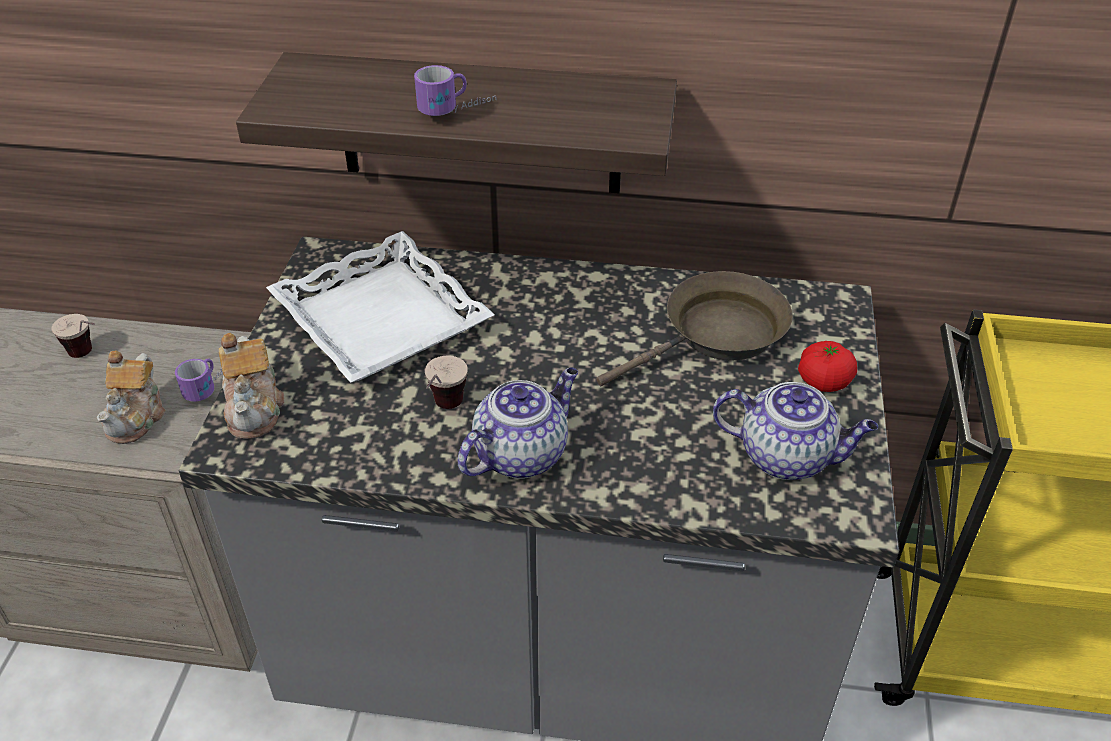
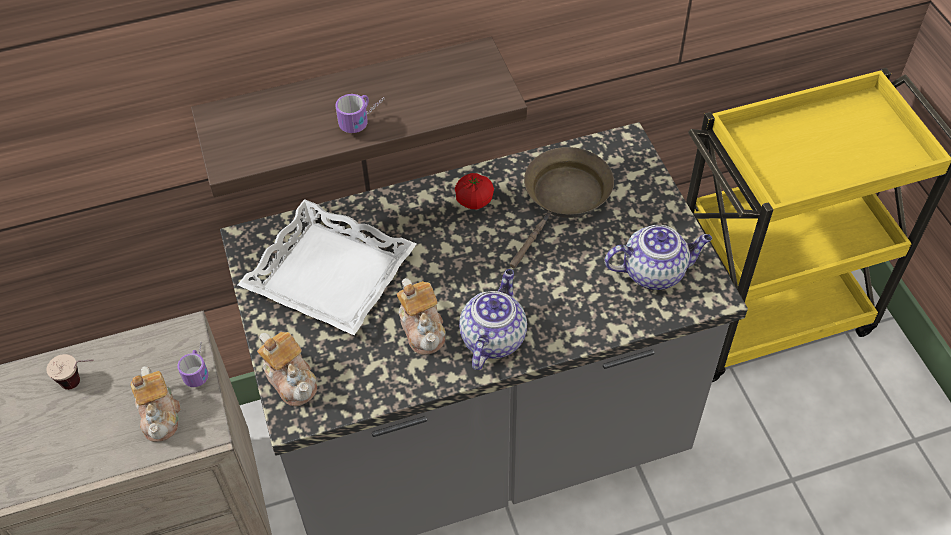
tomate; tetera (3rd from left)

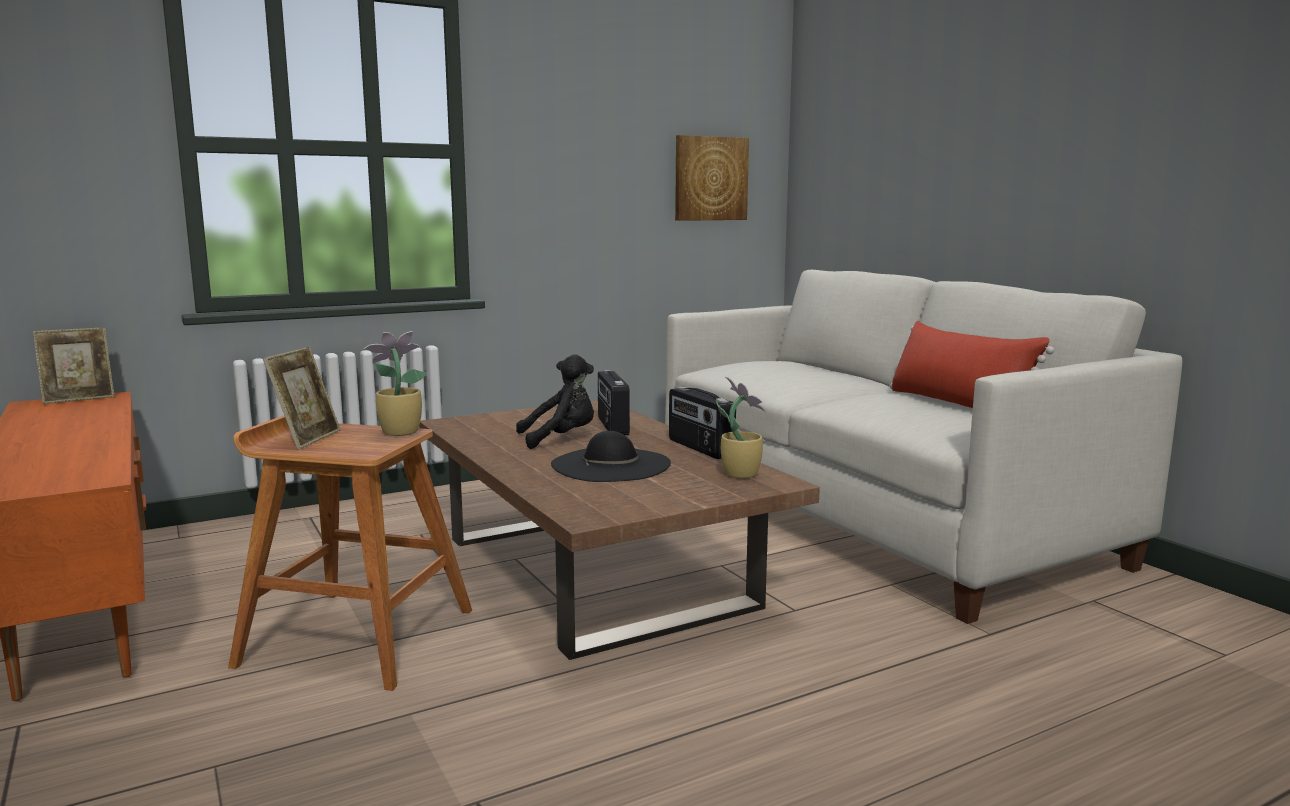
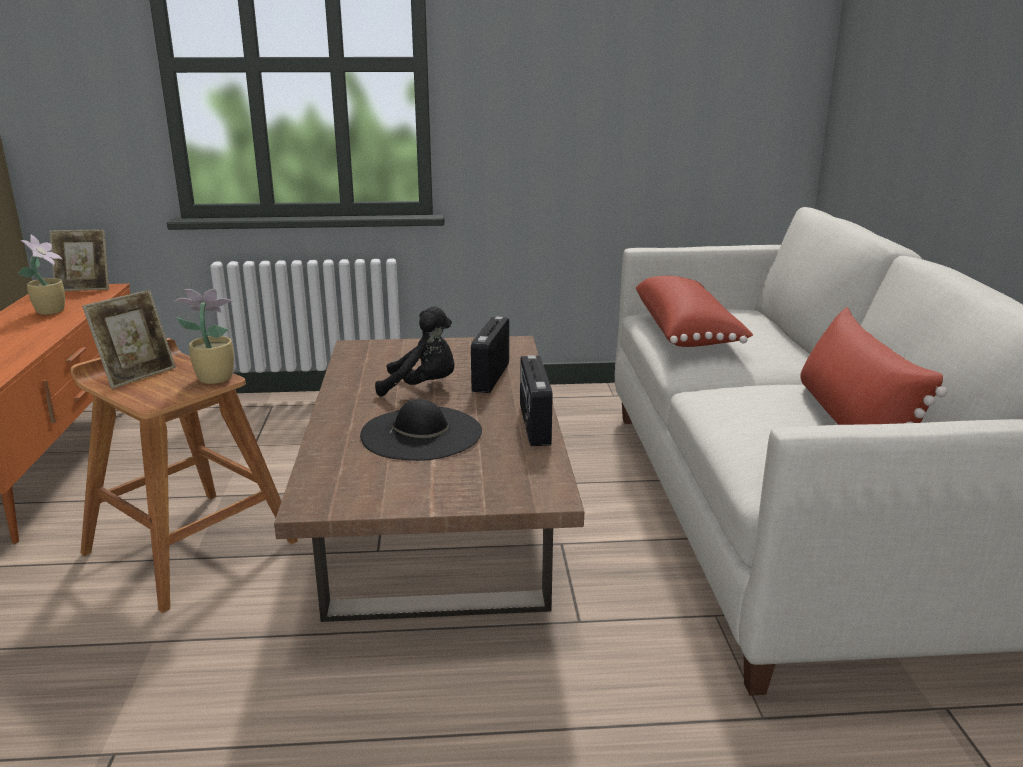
cuadro; cojín [rojo] (1st from left); planta en maceta (1st from left)

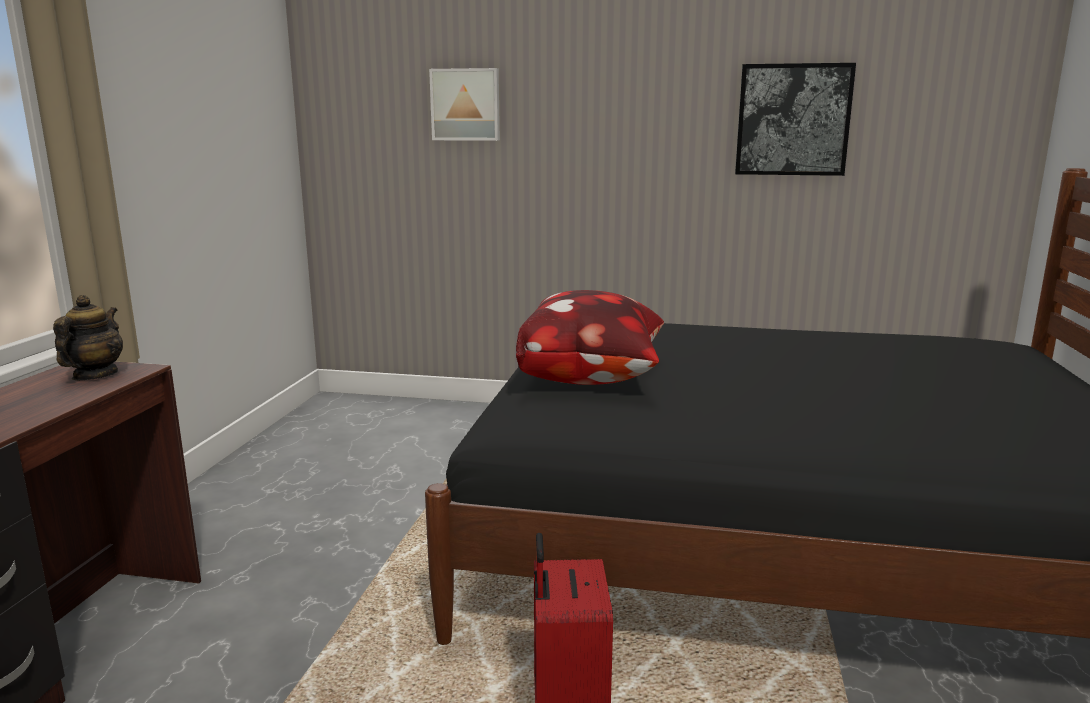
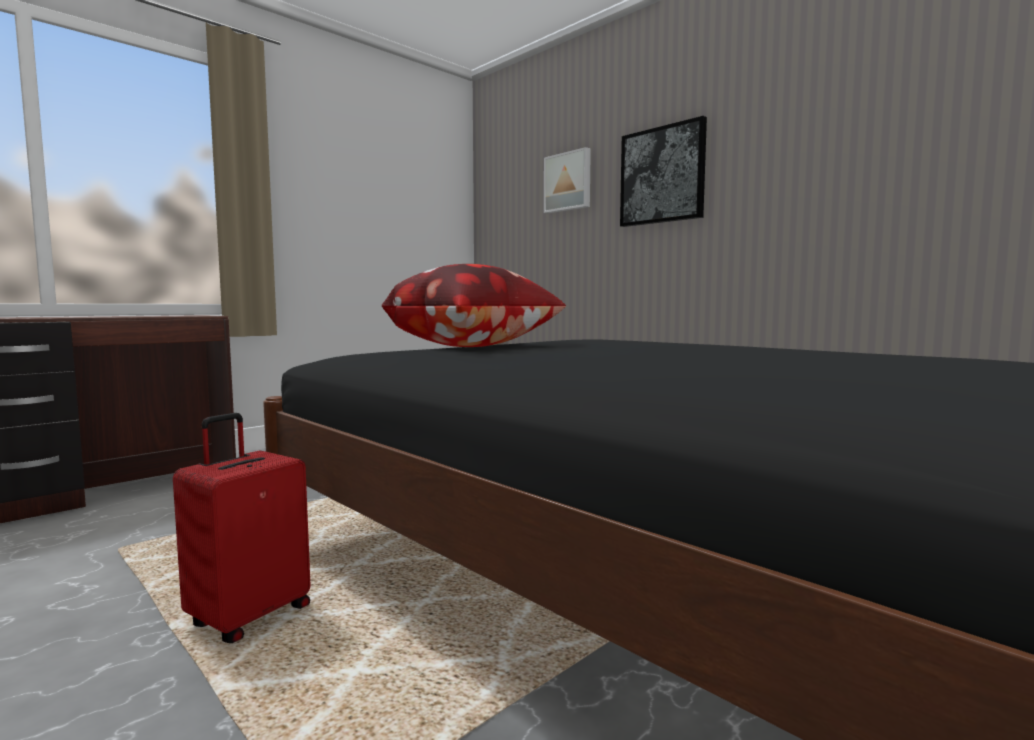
tetera; cuadro (2nd from left)

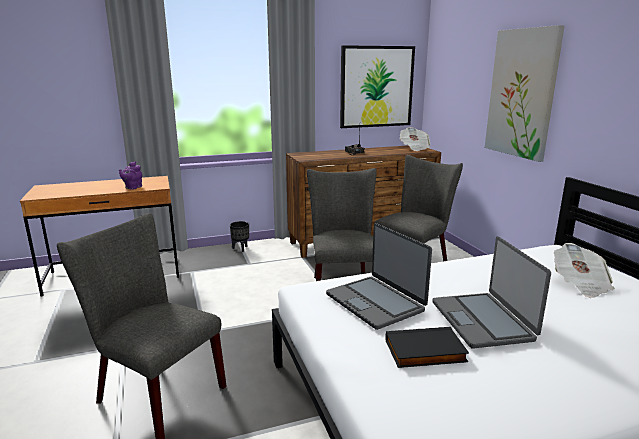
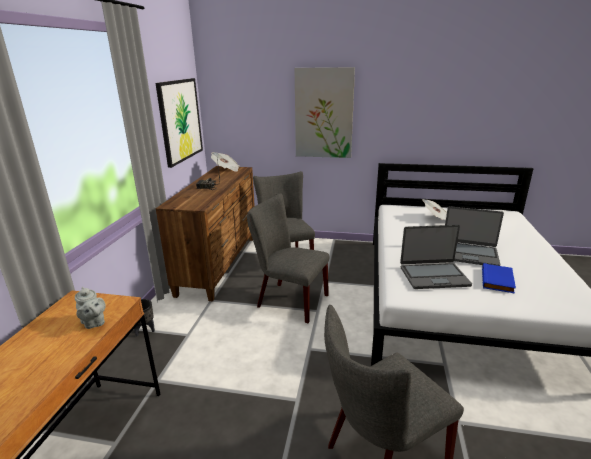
tetera [gris]; libro [azul]

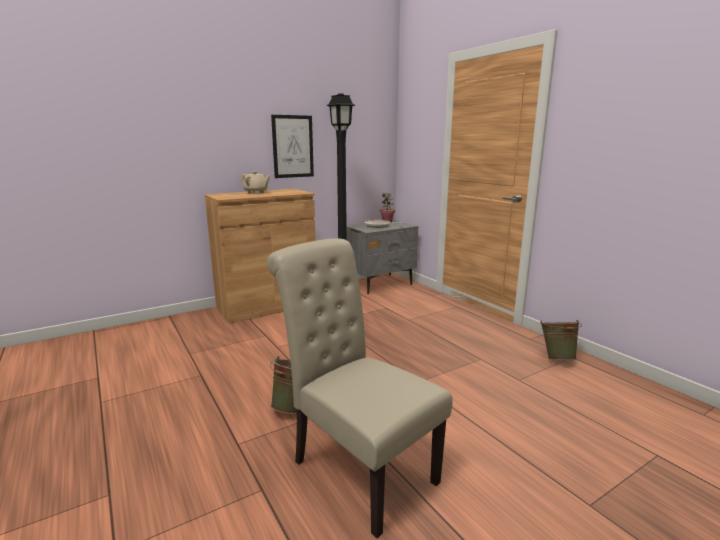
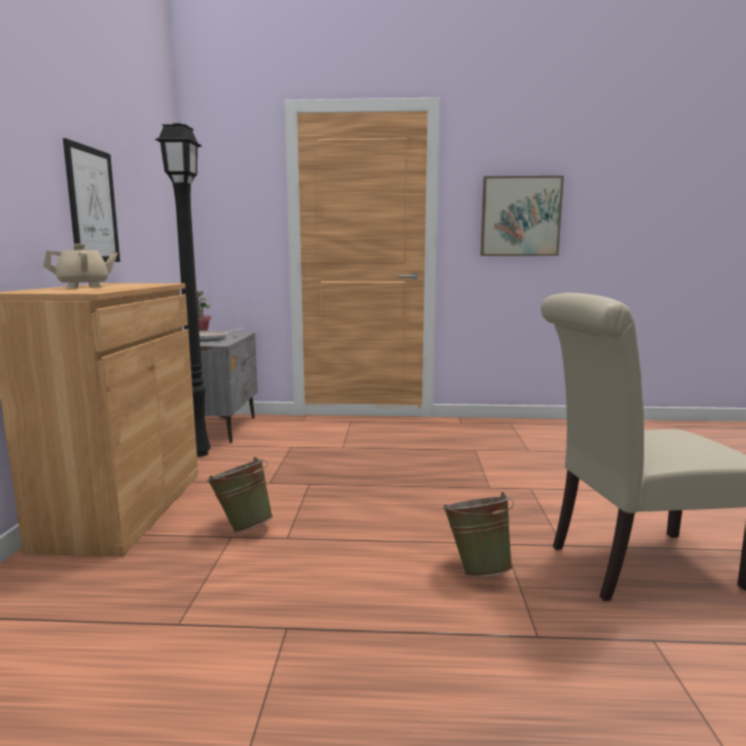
cuadro (2nd from left); cubo [verde] (1st from left)

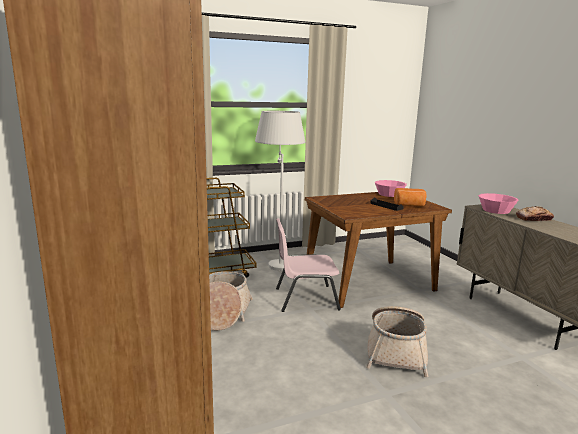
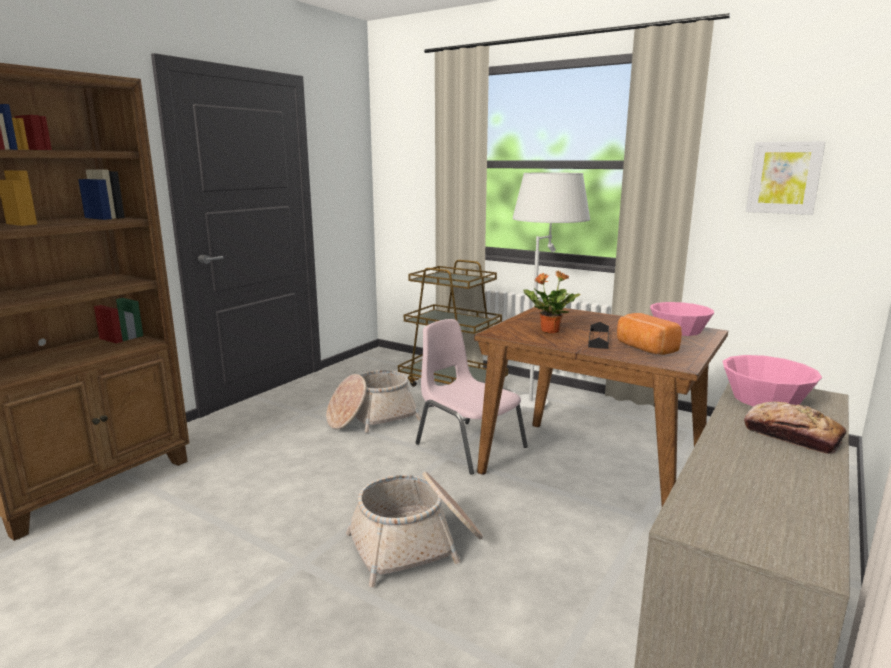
planta en maceta; cuadro

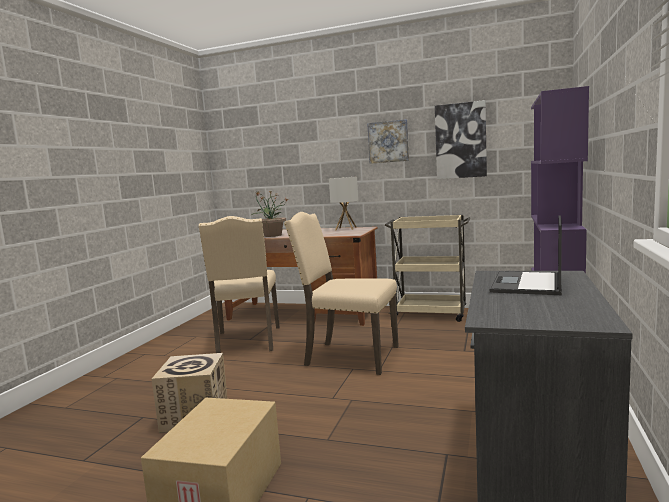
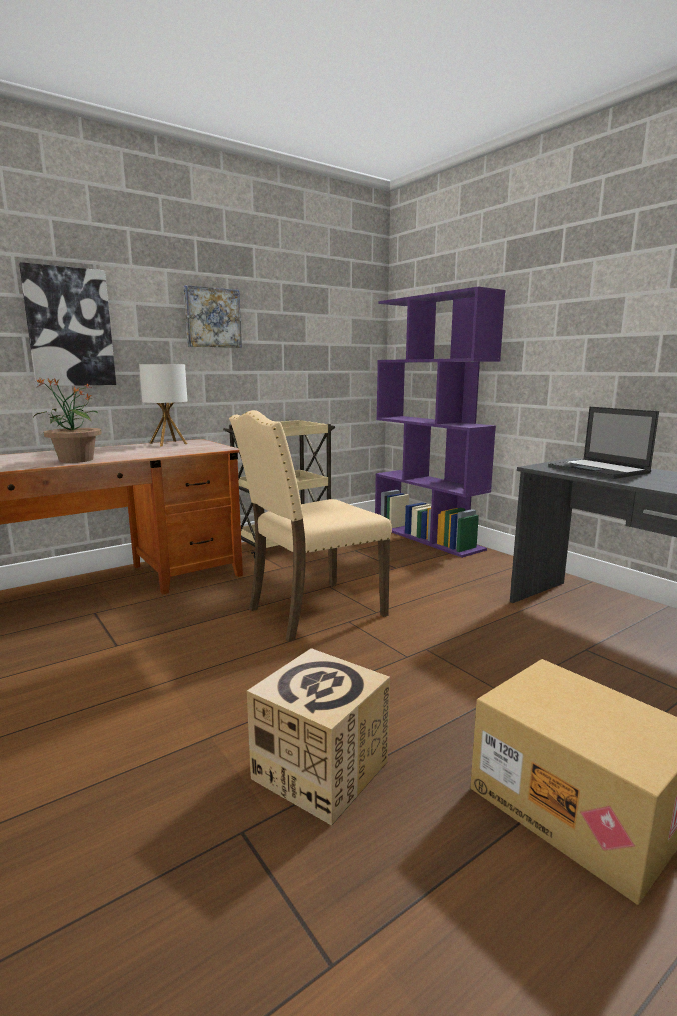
silla [beis] (1st from left in the first image); cuadro (1st from left)

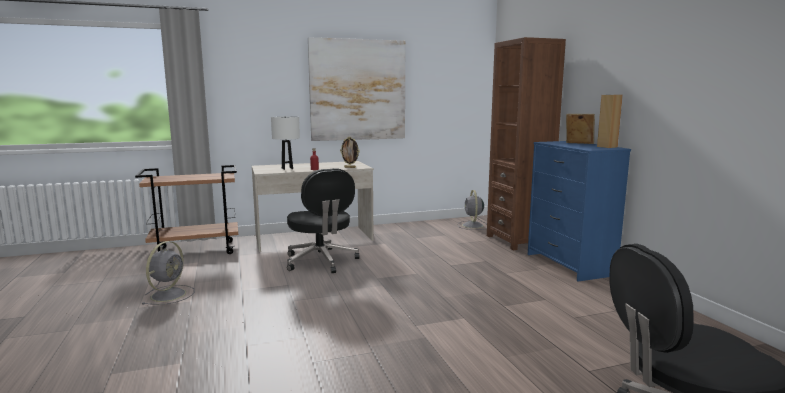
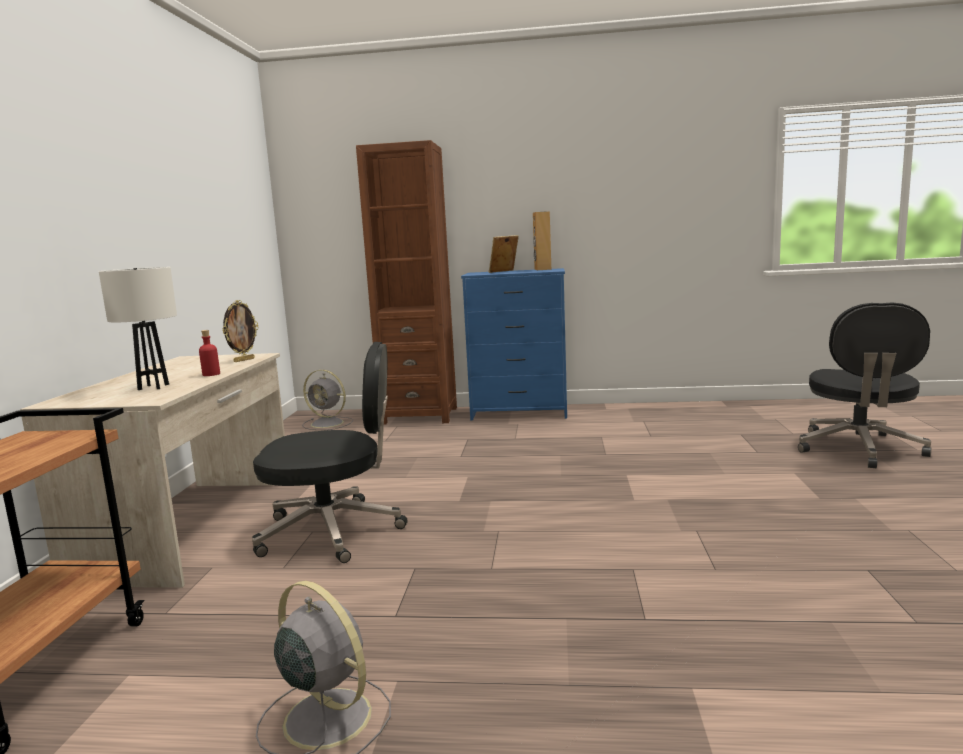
cuadro

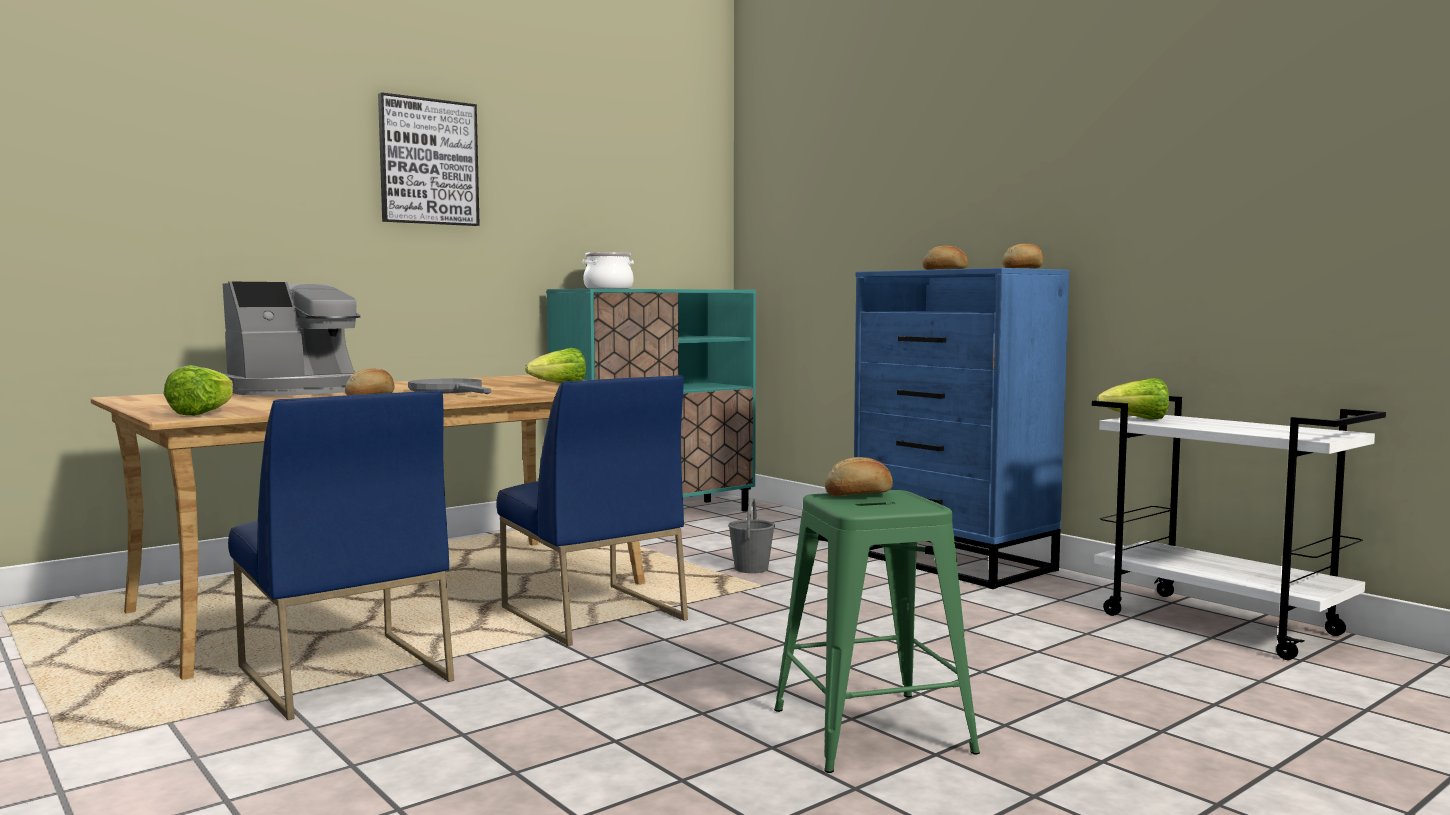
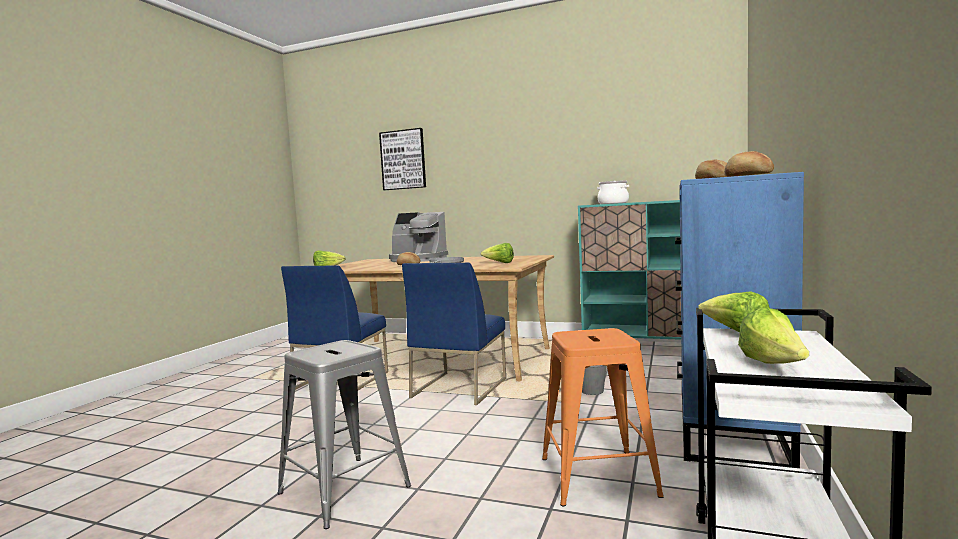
pan (2nd from left in the first image); taburete [naranja]; lechuga (4th from left); cuadro; taburete [gris]

